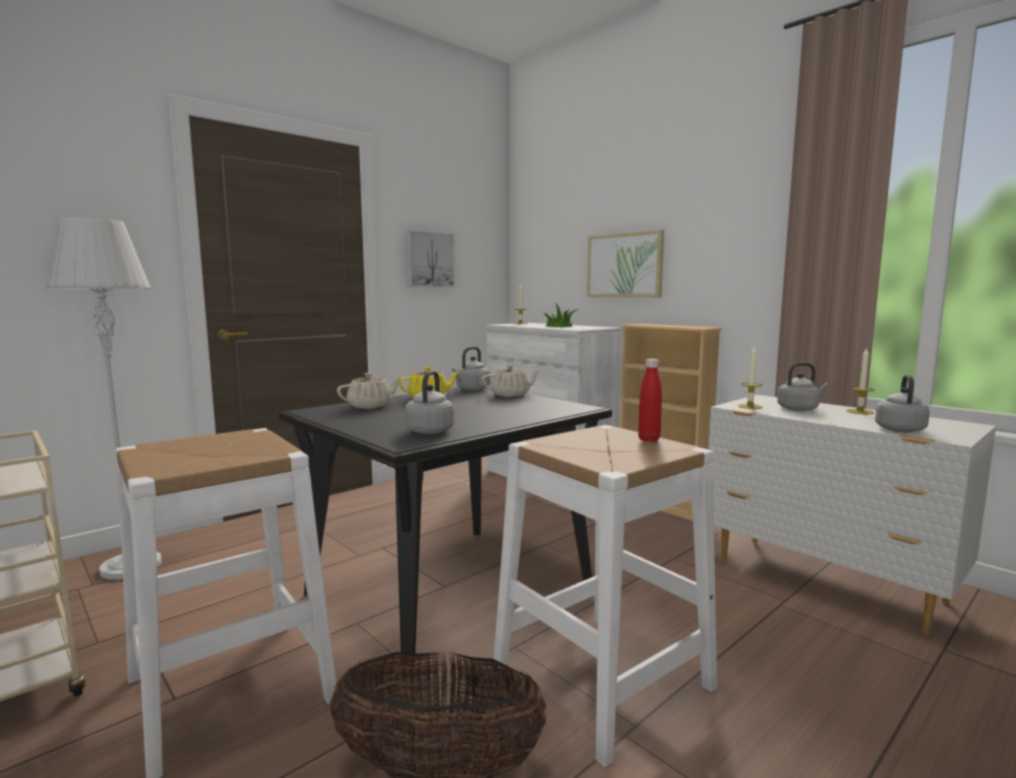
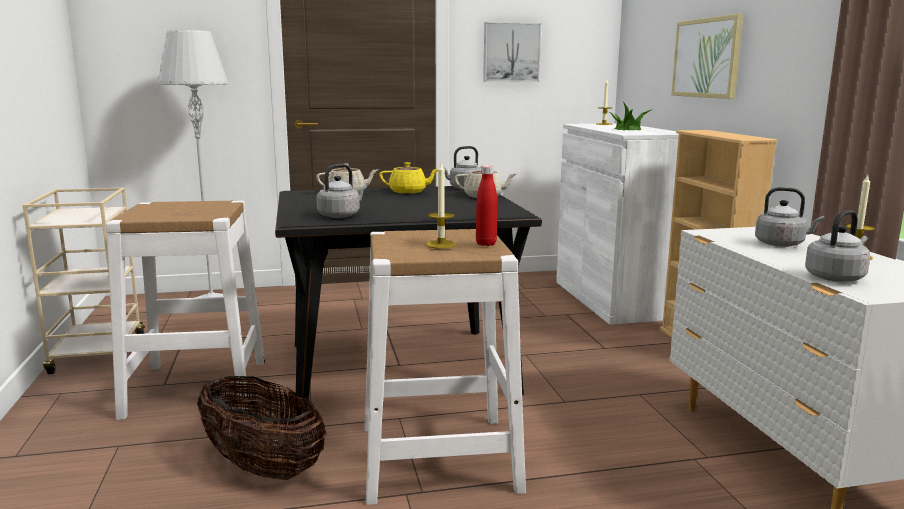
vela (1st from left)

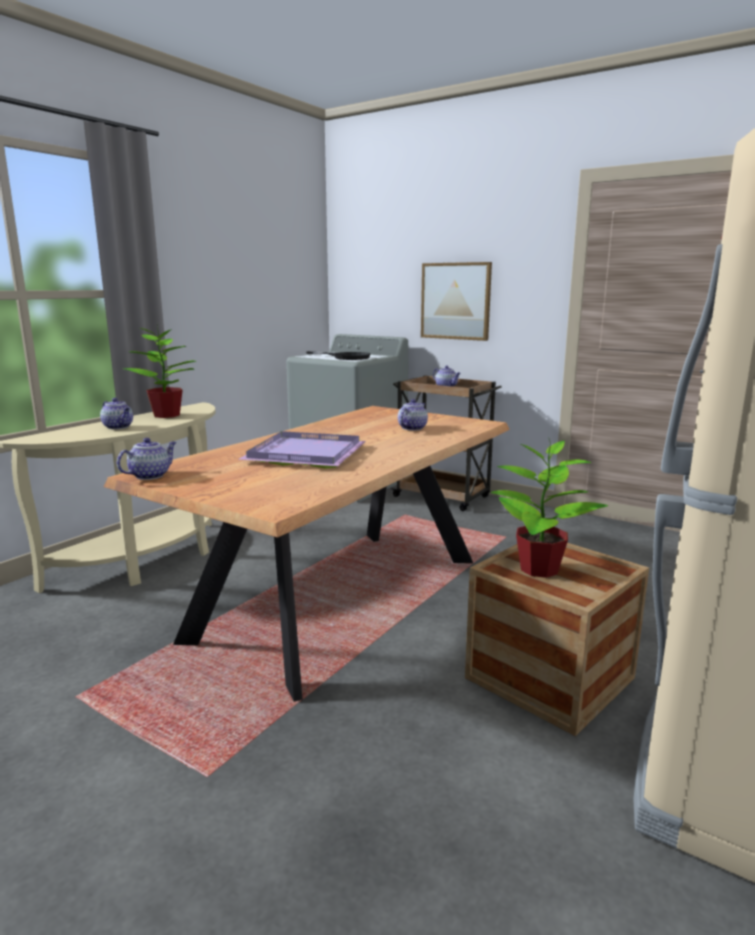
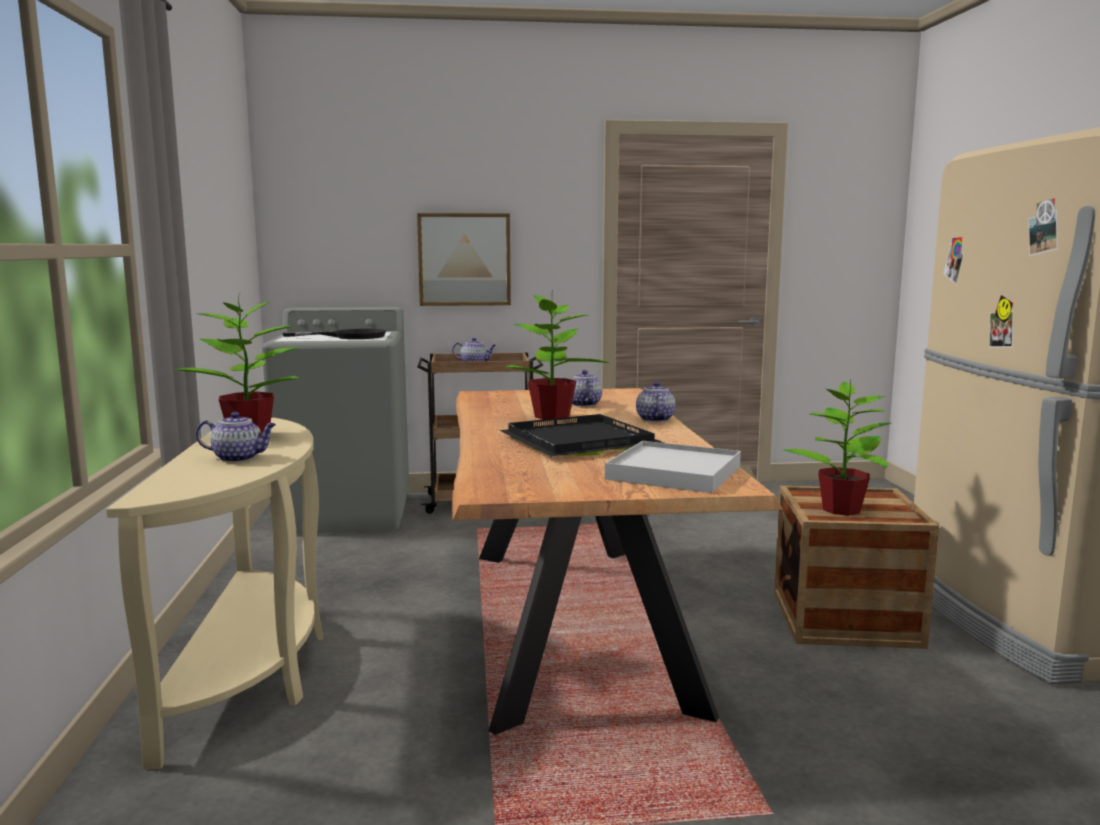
planta en maceta (2nd from left); bandeja [blanco]; tetera (4th from left); bandeja [negro]

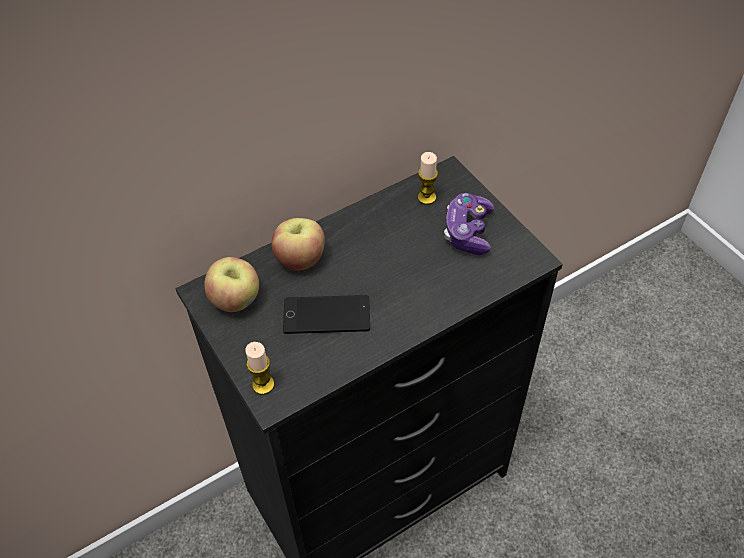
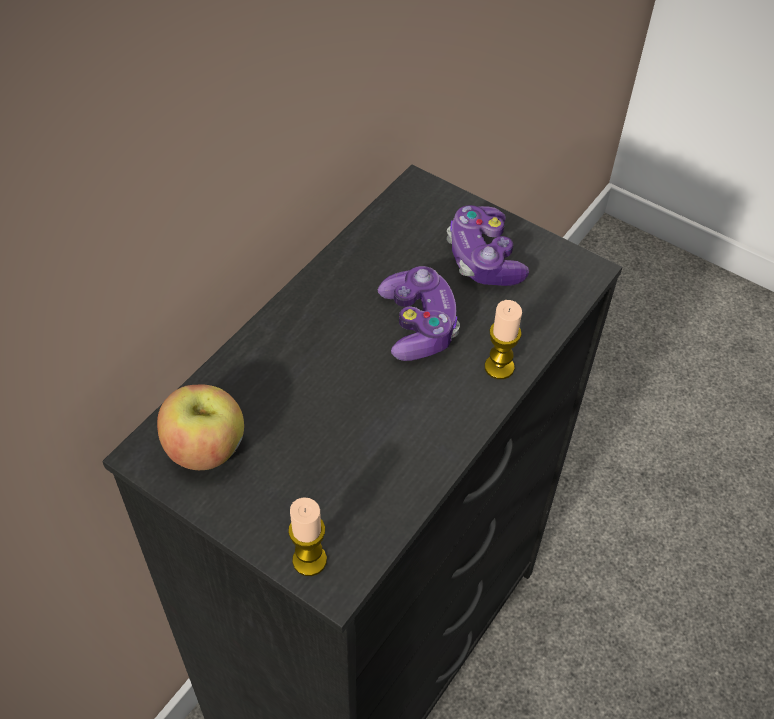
manzana (2nd from left in the first image); móvil; mando de consola (1st from left); vela (2nd from left)

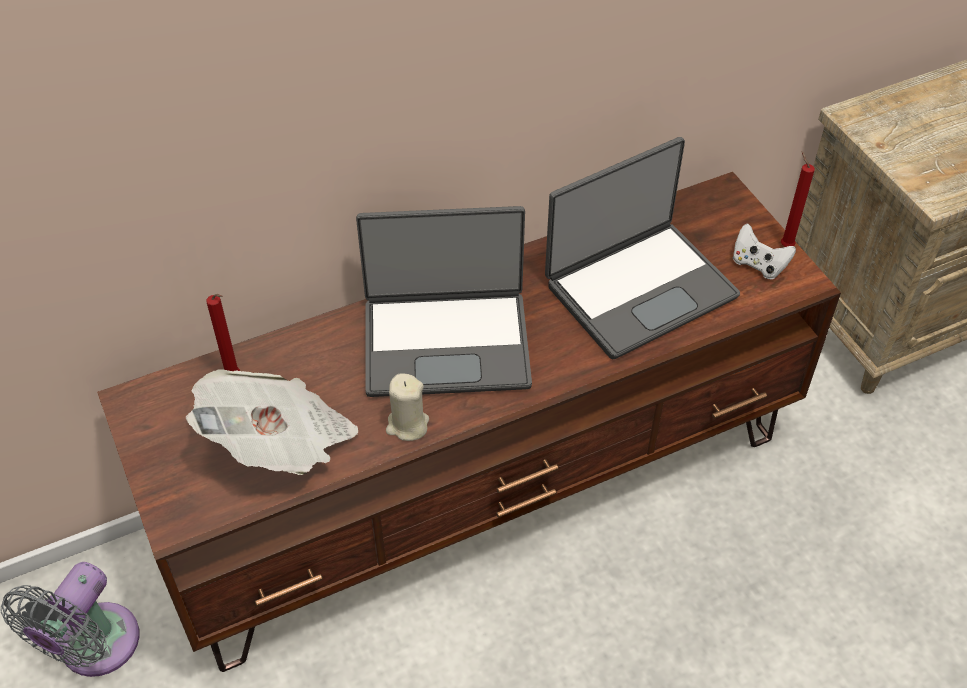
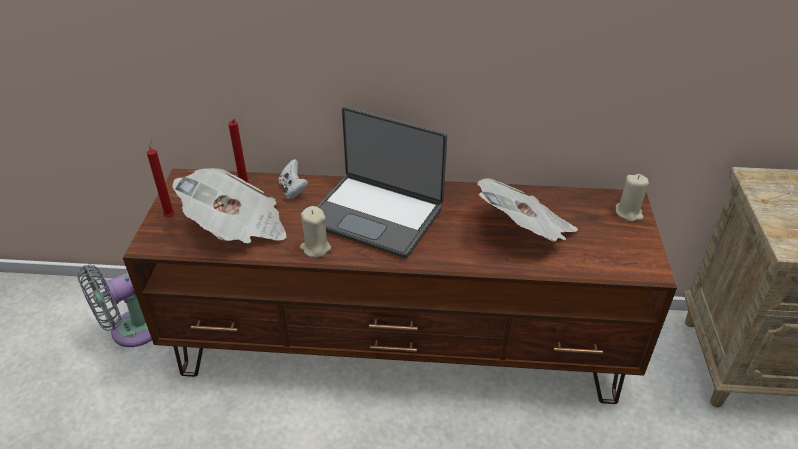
vela [beis] (2nd from left); mando de consola [blanco]; vela [rojo] (1st from left); periódico (2nd from left)

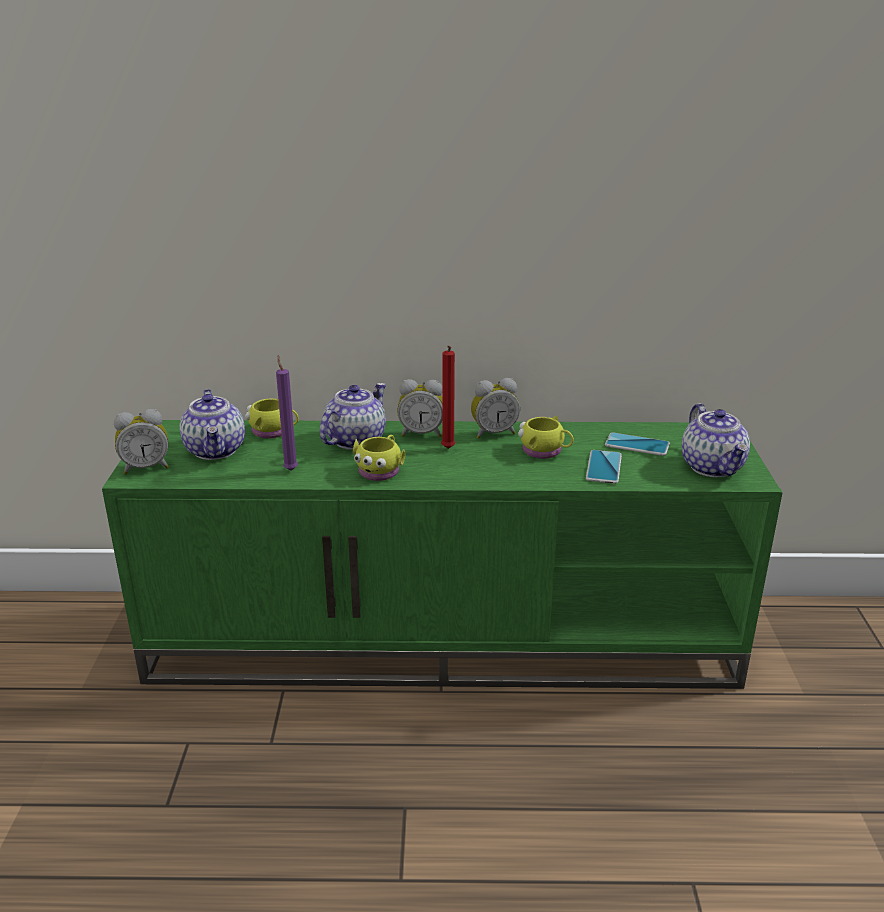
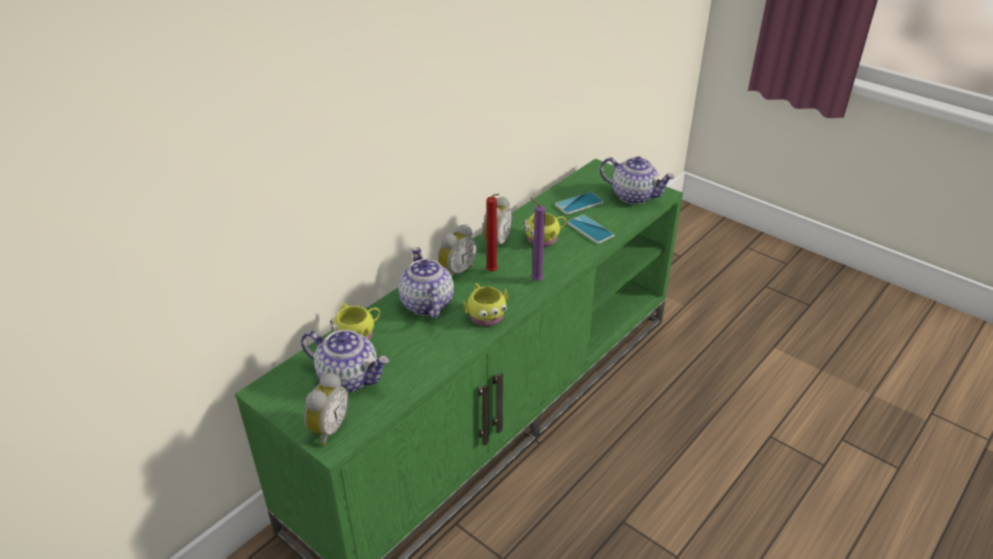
vela [morado]

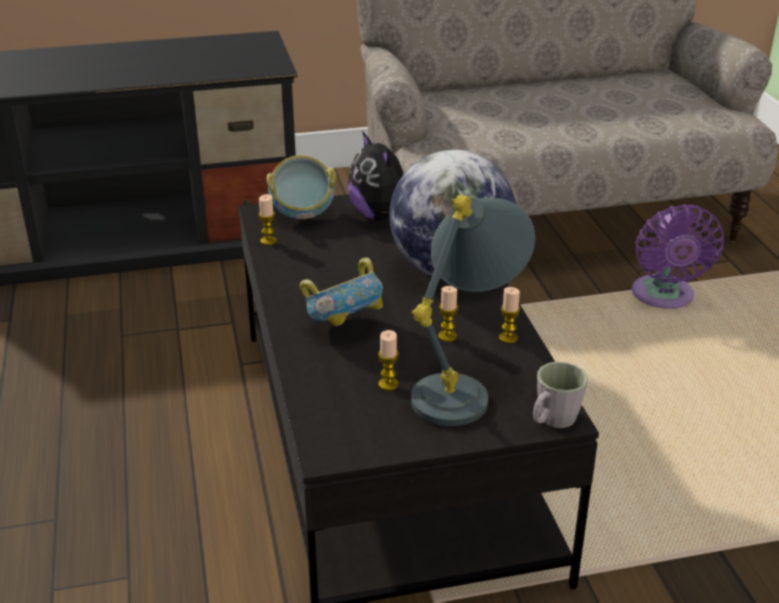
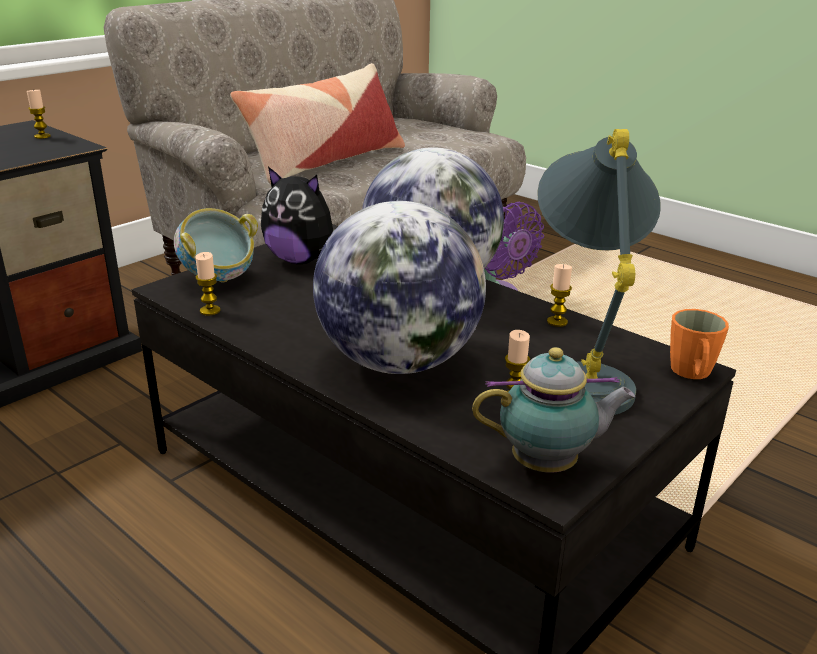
cojín; tetera; vela (1st from left); globo terráqueo (1st from left); taza grande [naranja]

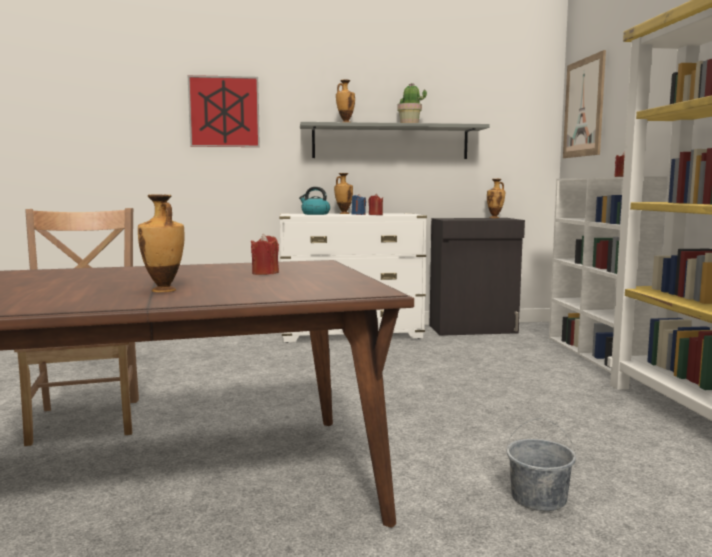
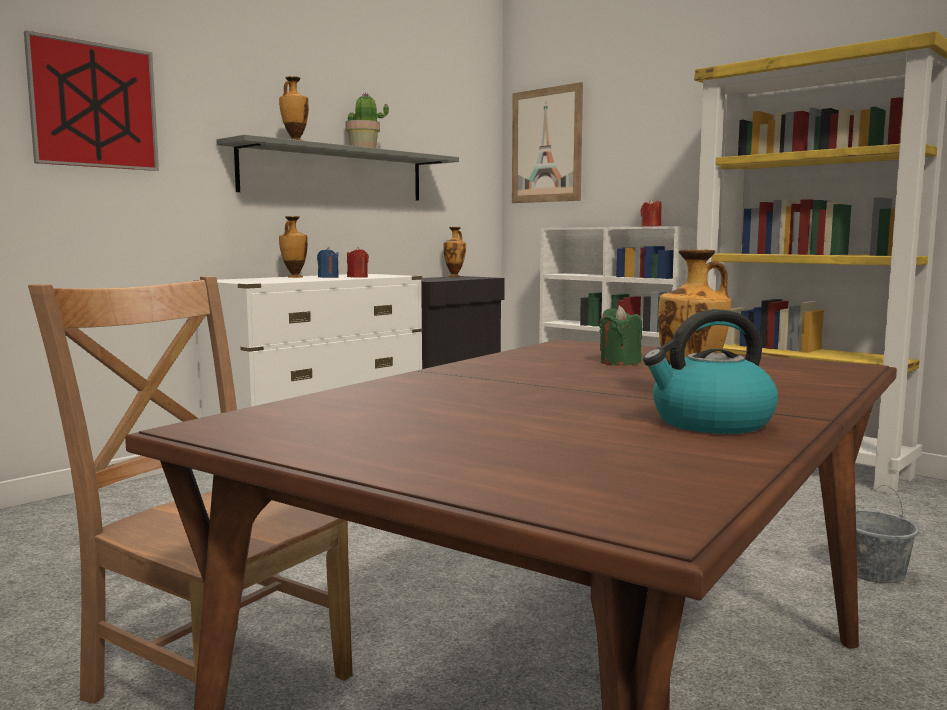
hervidor; vela [verde]

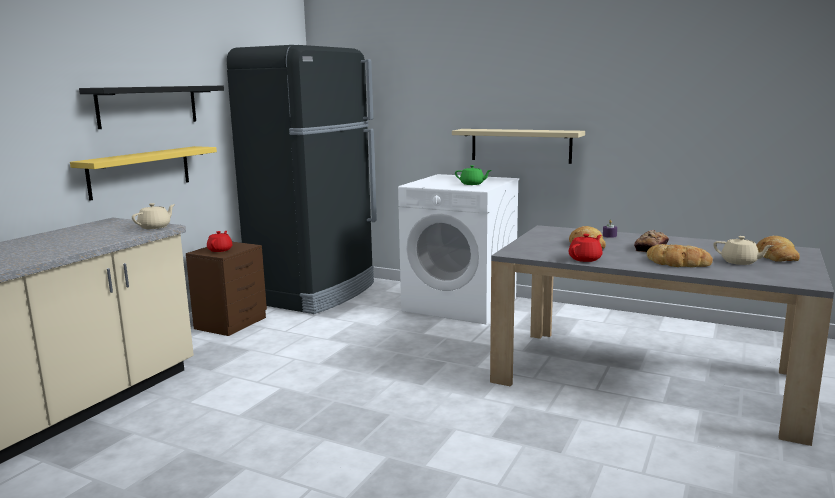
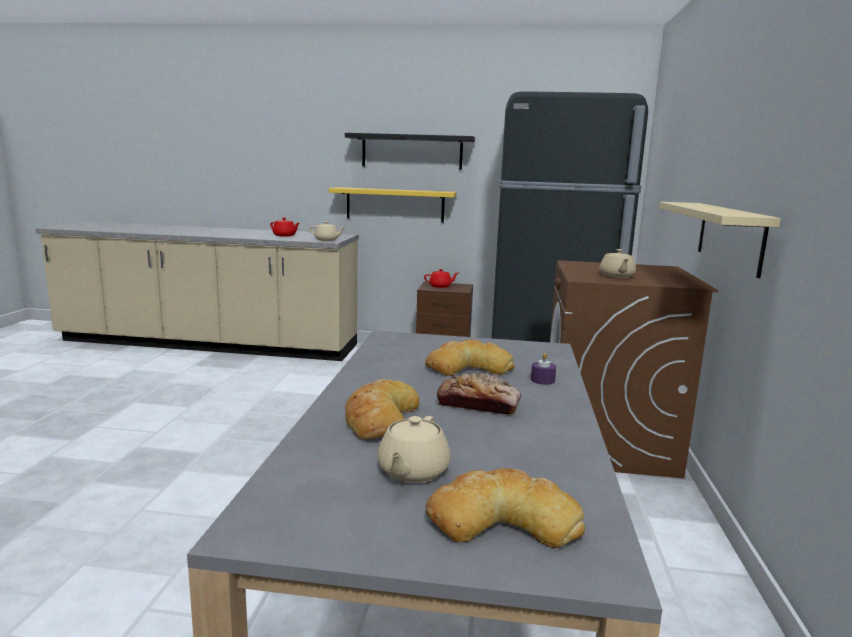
tetera [rojo] (1st from left); lavadora [marrón]; tetera [beis] (3rd from left)

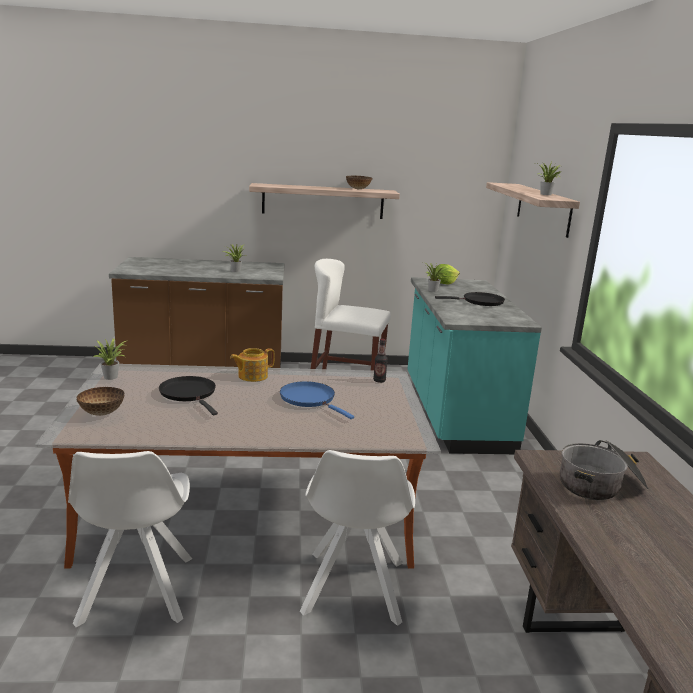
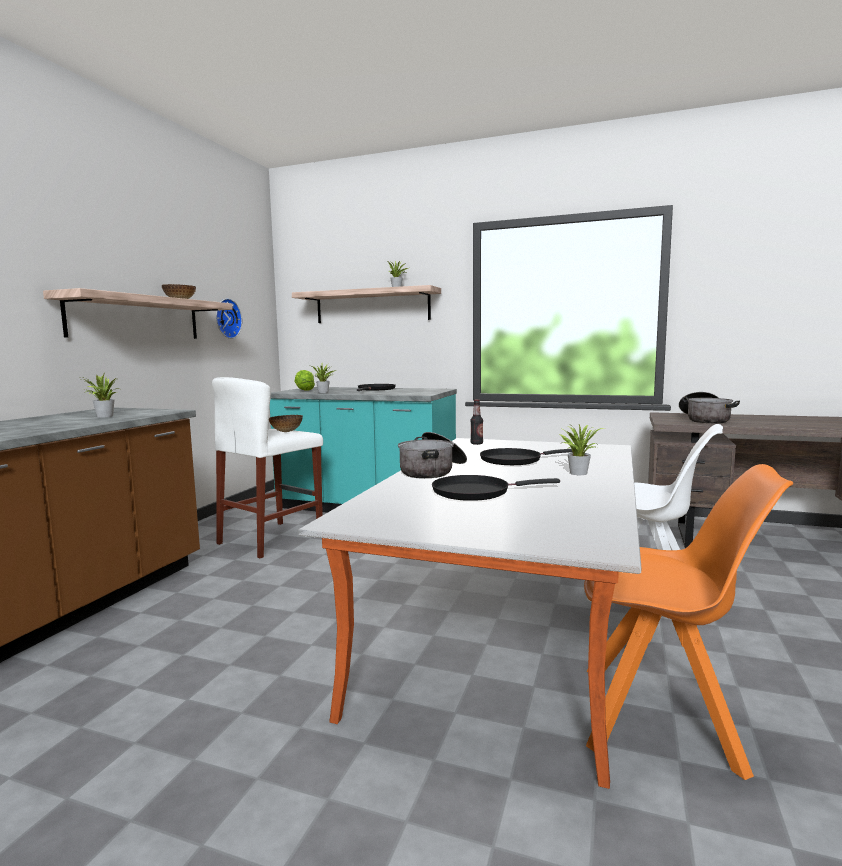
reloj de pared; cuenco (2nd from left); planta en maceta (4th from left); olla (1st from left); silla [naranja]; sartén [negro] (3rd from left)

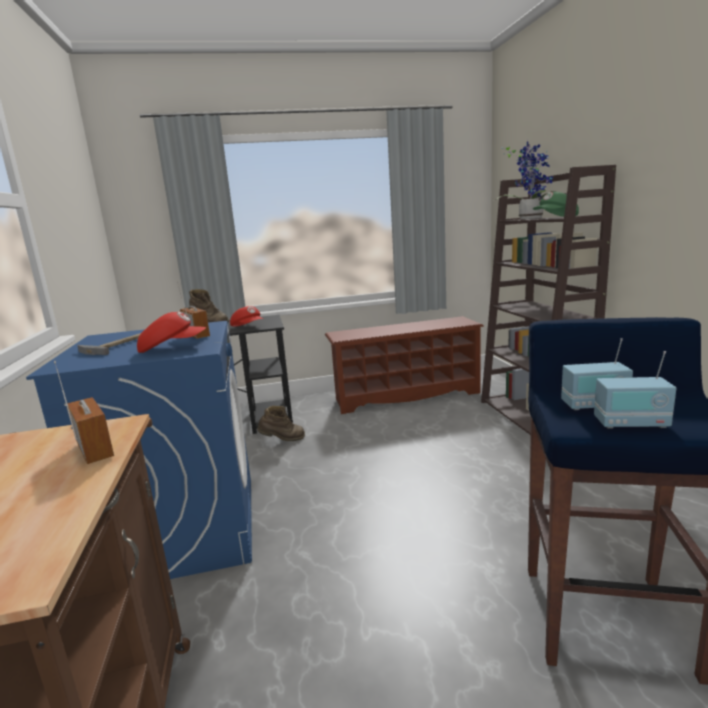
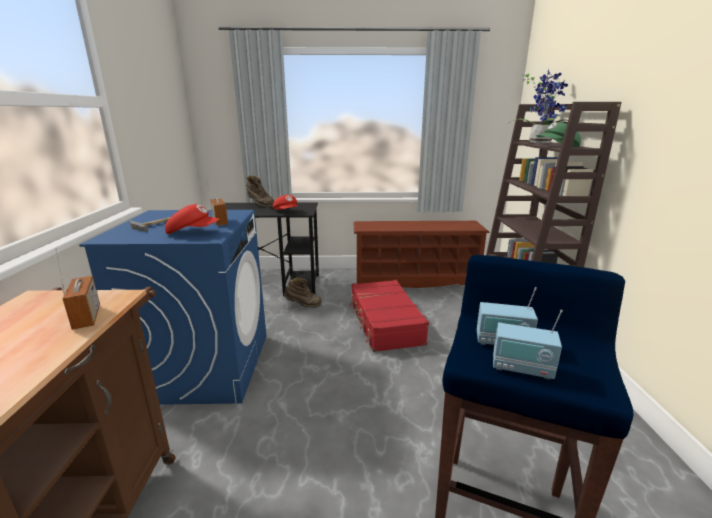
maleta [rojo]

